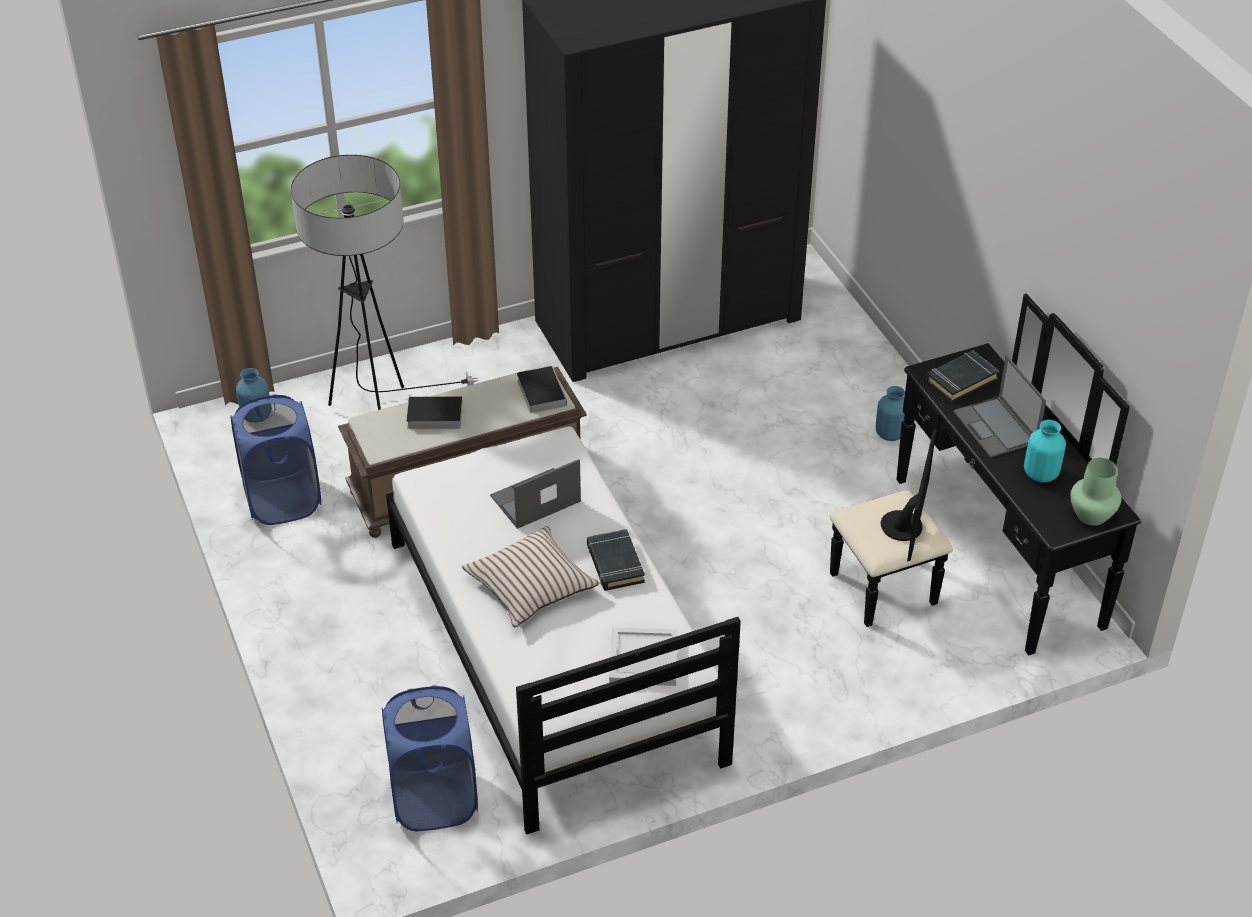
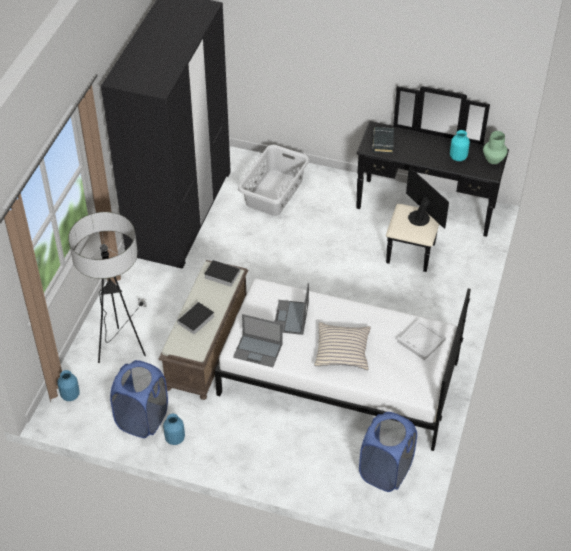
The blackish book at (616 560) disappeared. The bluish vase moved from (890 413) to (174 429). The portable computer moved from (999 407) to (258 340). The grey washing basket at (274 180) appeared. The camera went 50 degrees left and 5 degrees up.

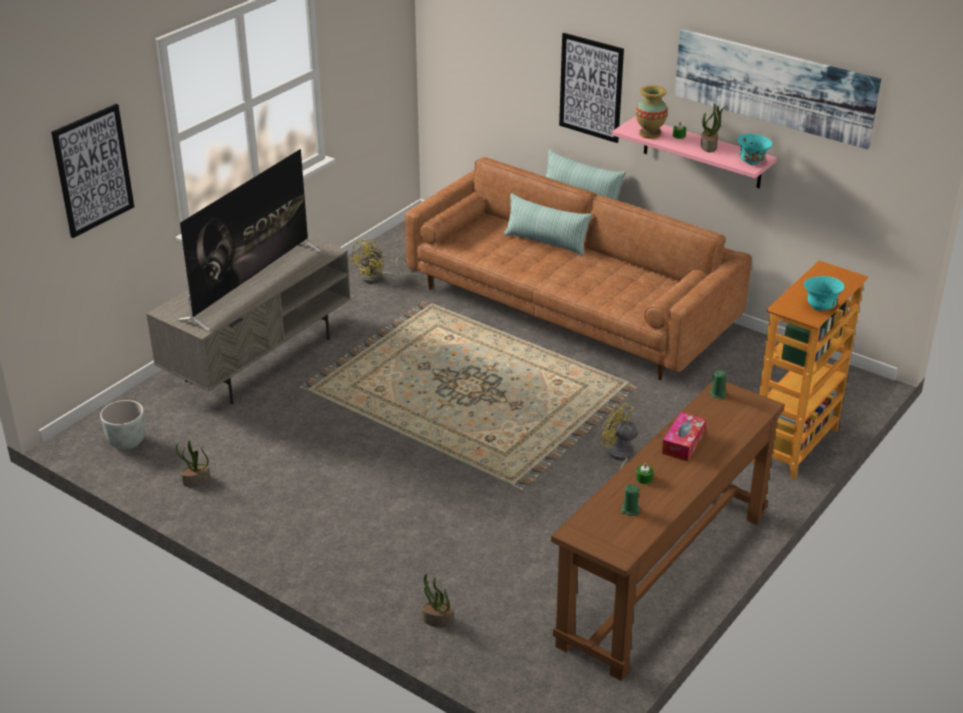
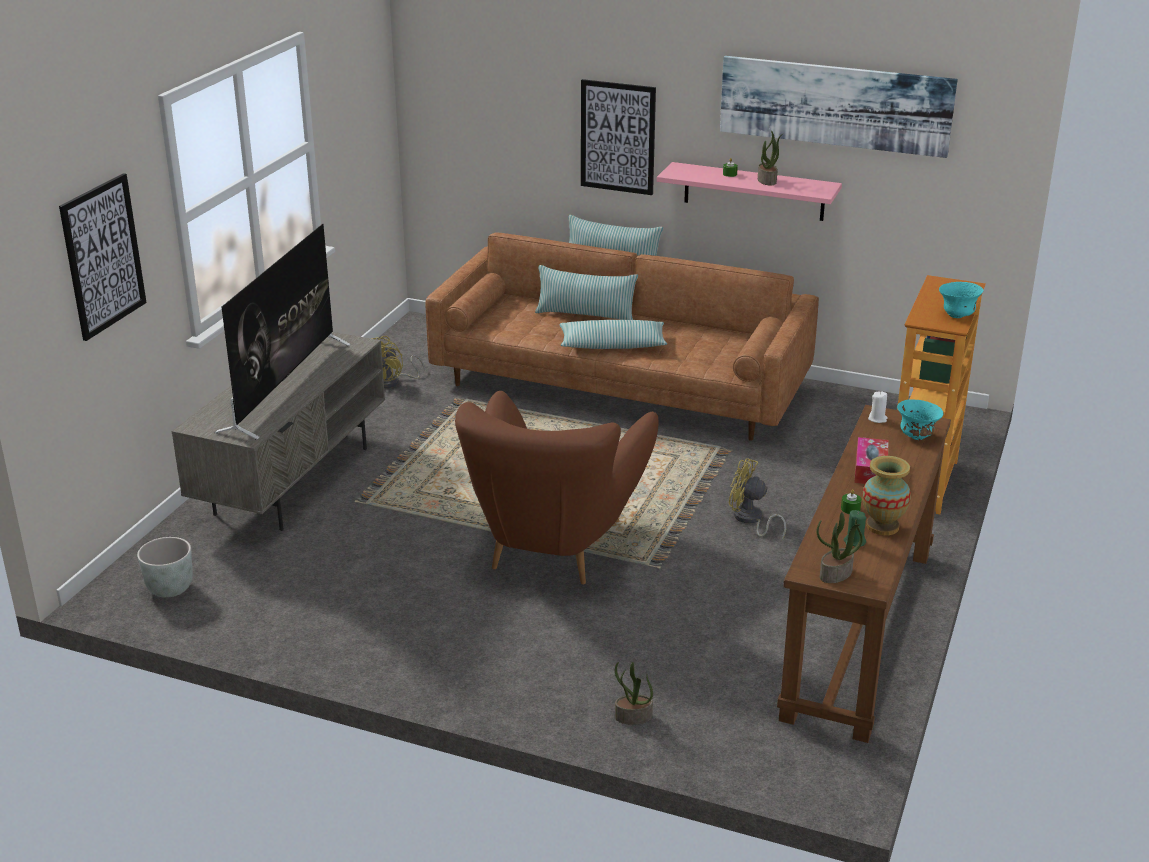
The houseplant moved from (193 463) to (839 547). The vase moved from (652 112) to (886 495). The greenish wax light at (718 384) became the whitish wax light at (878 407). The turquoise bowl moved from (754 149) to (920 419). The brown-coloured armchair at (557 488) appeared. The cushion at (613 334) appeared. The camera went 15 degrees left and 5 degrees down.

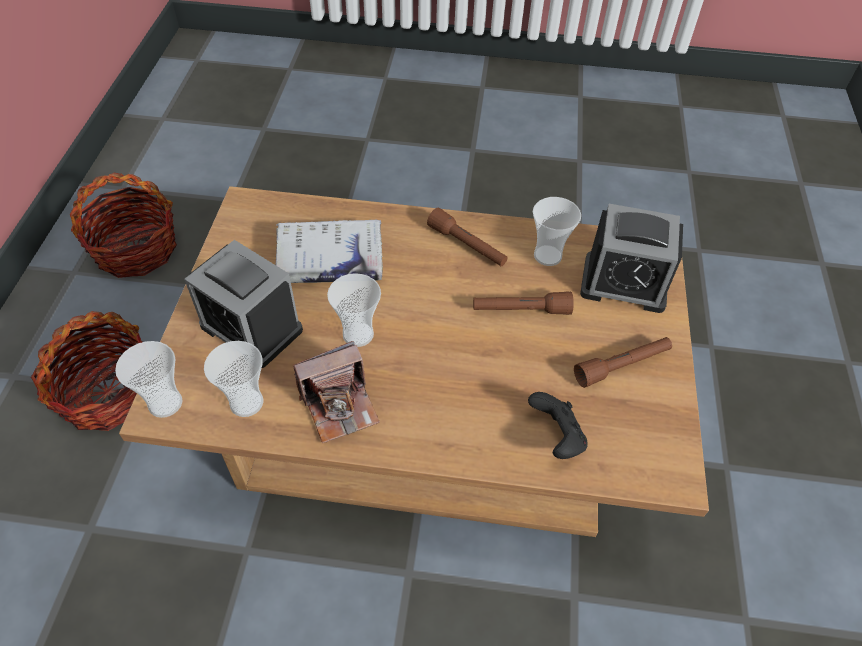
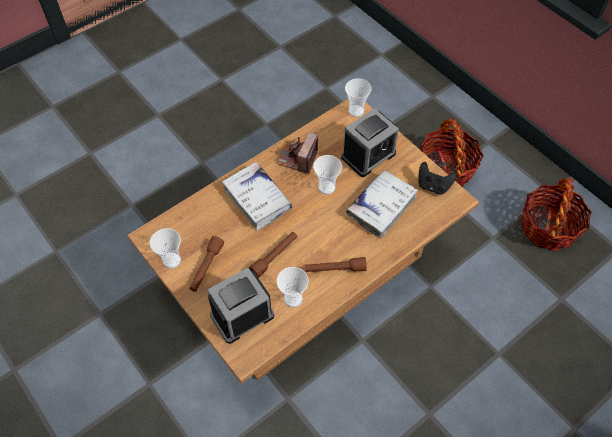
The bedside clock at (243 304) turned 150 degrees clockwise. The cup moved from (233 379) to (165 248). The blackish game controller moved from (558 425) to (438 178). The whitish book at (257 196) appeared. The camera went 135 degrees right and 5 degrees up.

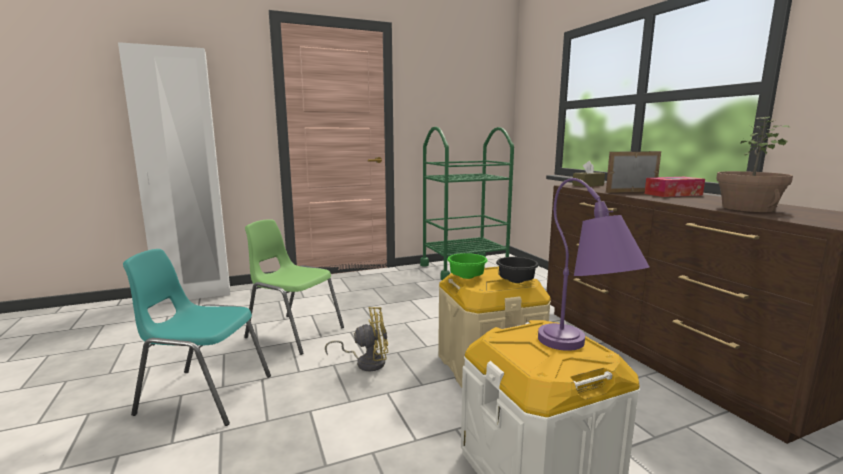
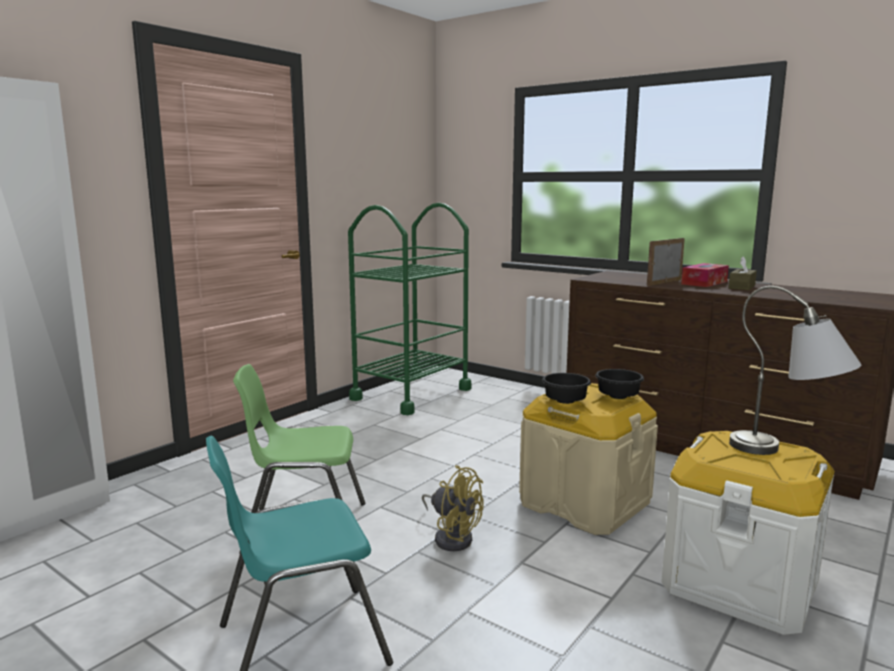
The yellow cooling fan at (356 339) turned 75 degrees clockwise. The greenish bowl at (467 266) became the blackish bowl at (566 388). The purplish table lamp at (593 264) became the grey table lamp at (795 370). The brown-coloured tissue box moved from (588 174) to (742 273). The houseplant at (754 164) disappeared. The camera went 30 degrees left and 0 degrees up.

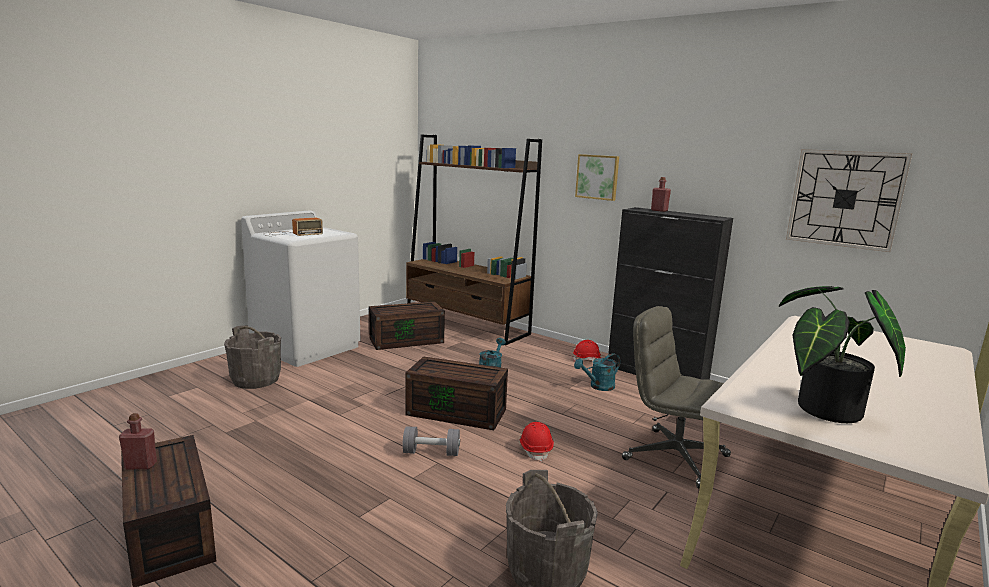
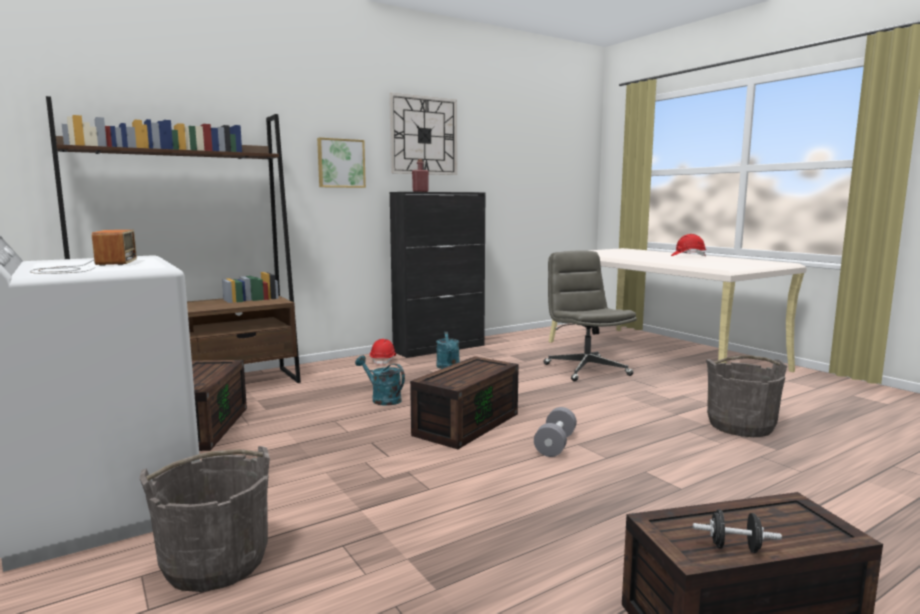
The red beverage bottle at (138 441) was replaced by the blackish hand weight at (737 531). The red safety helmet moved from (537 442) to (688 245). The grey desk chair at (676 397) turned 105 degrees clockwise. The houseplant at (842 354) disappeared. The wall clock moved from (849 200) to (423 134). The camera went 70 degrees left and 5 degrees down.

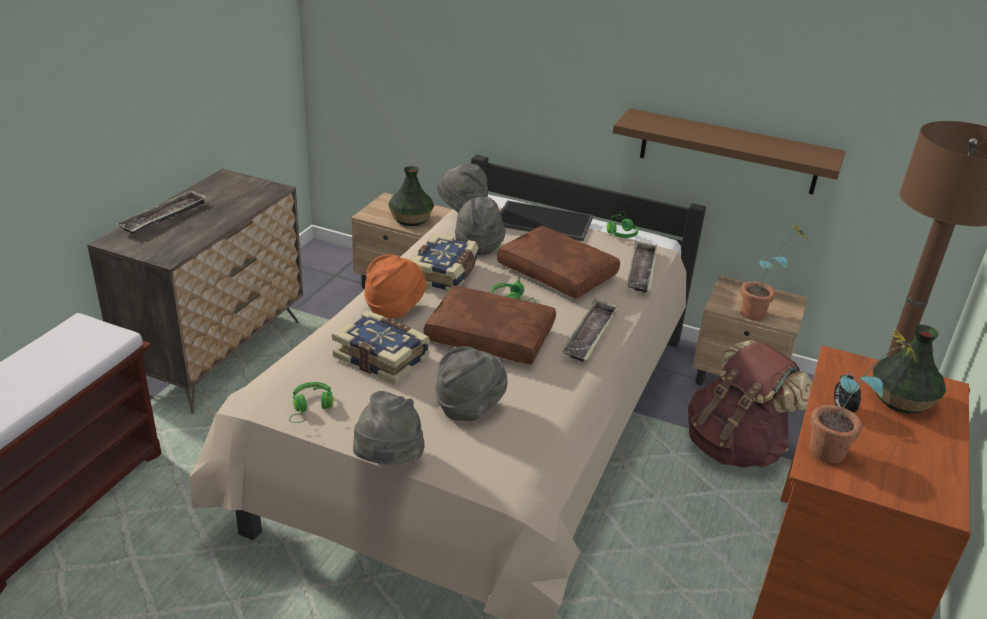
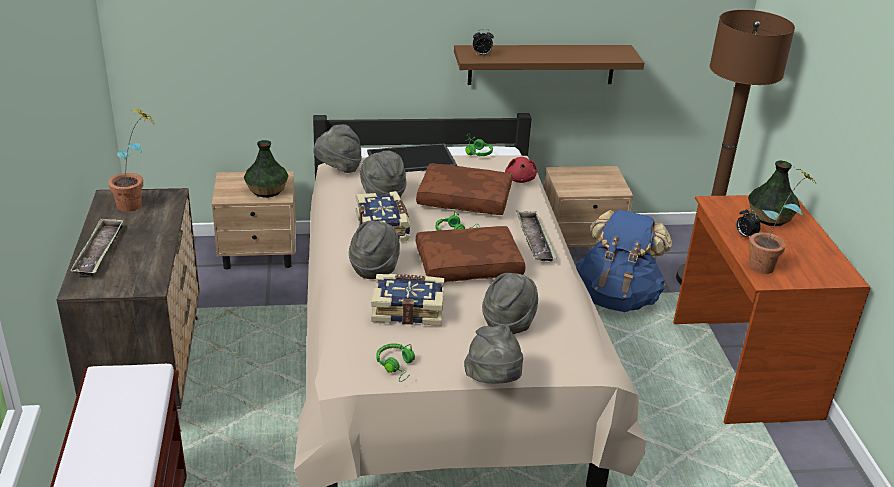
The orangey wearable hat at (395 286) became the grey wearable hat at (374 250). The tray at (642 266) was replaced by the red plush toy at (521 170). The brown-coloured knapsack at (750 404) became the bluish knapsack at (624 261). The houseplant moved from (774 271) to (131 160). The bedside clock at (483 42) appeared. The camera went 30 degrees left and 0 degrees up.

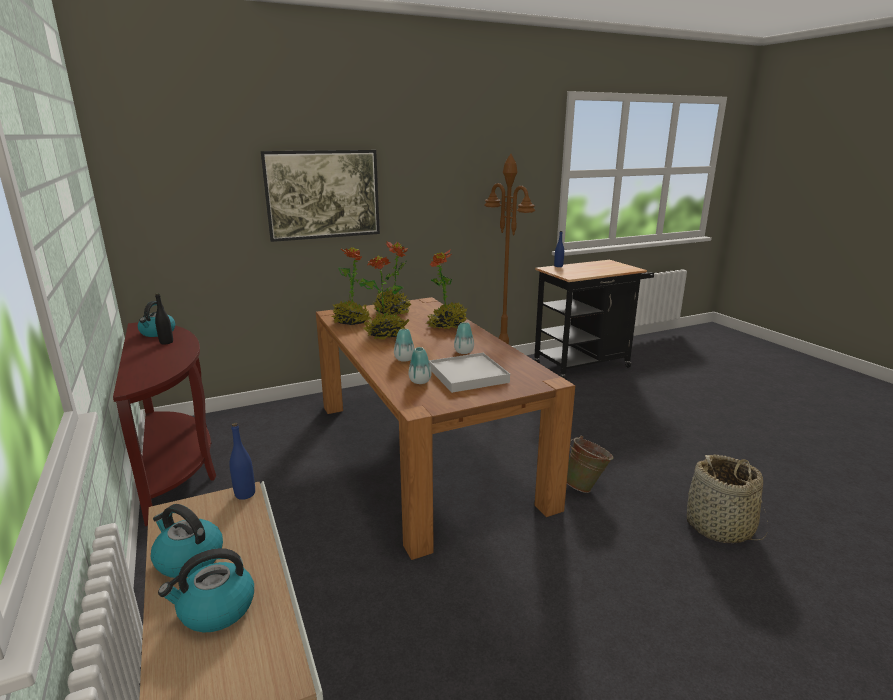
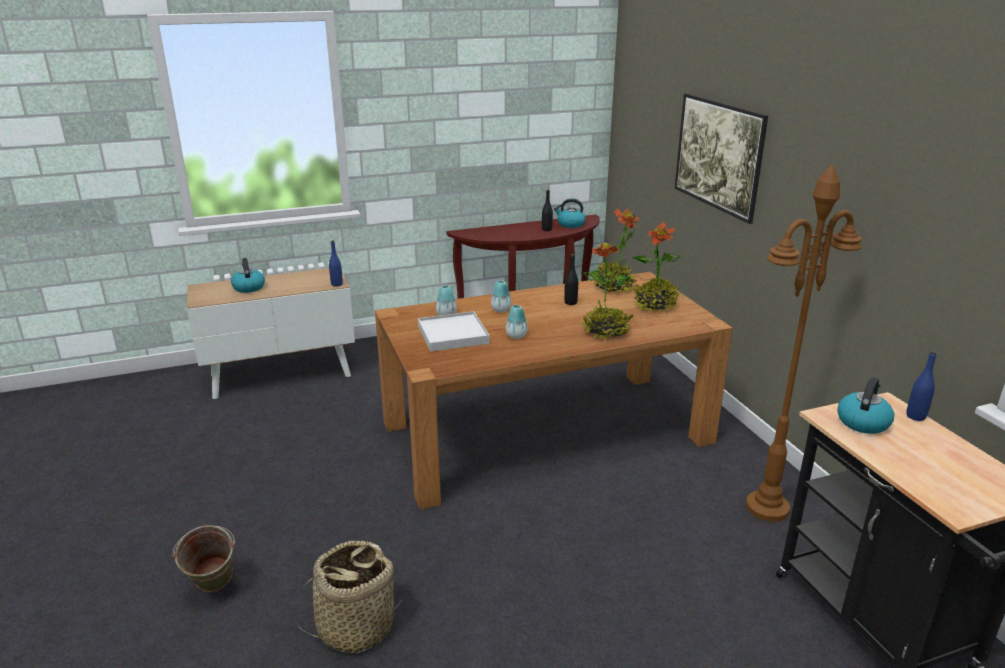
The water kettle moved from (187 541) to (865 405). The houseplant at (385 298) was replaced by the blackish beverage bottle at (571 279). The greenish bucket moved from (590 464) to (203 558). The camera went 95 degrees right and 5 degrees up.

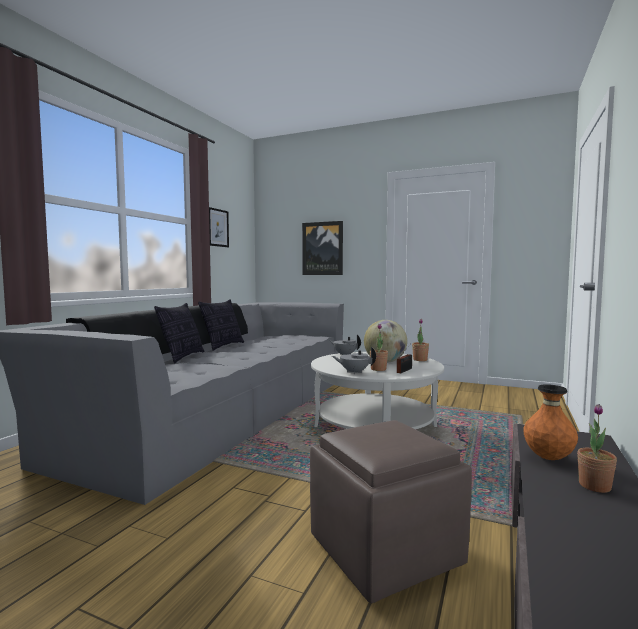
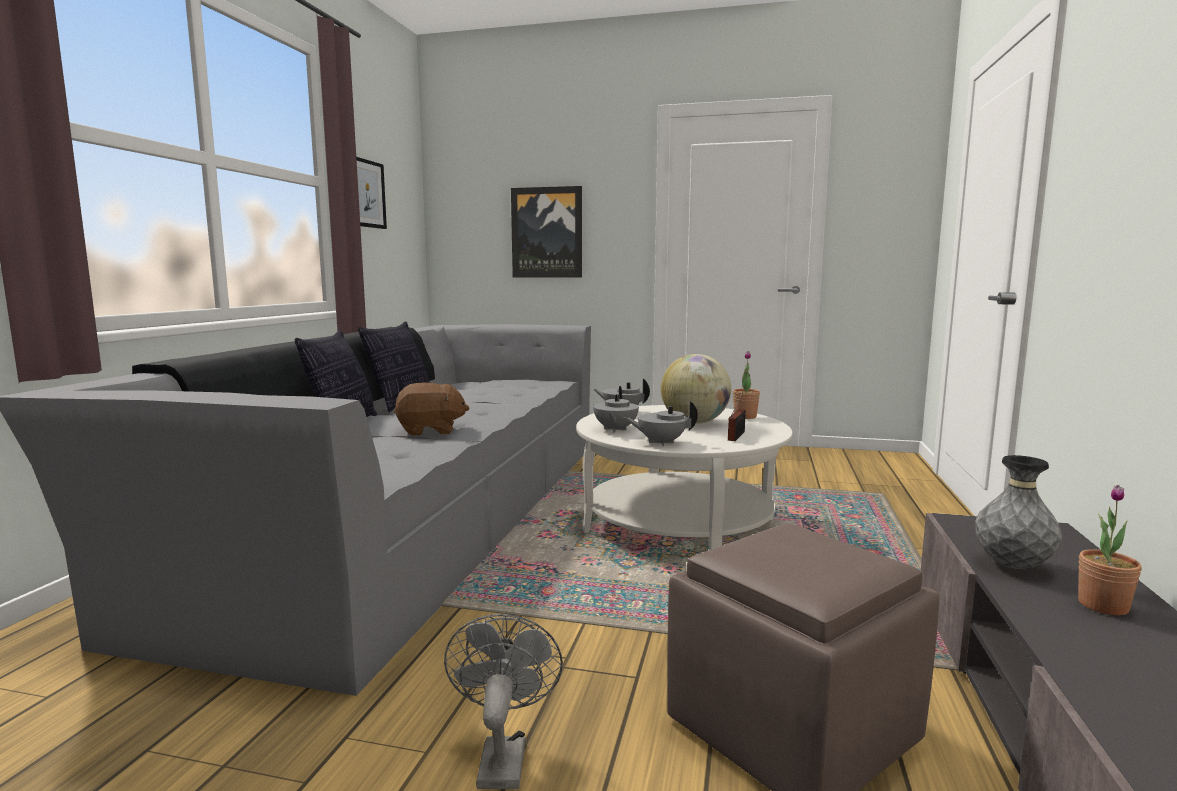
The houseplant at (379 347) disappeared. The orangey vase at (550 422) became the grey vase at (1019 512). The brown-coloured plush toy at (432 409) appeared. The grey cooling fan at (503 701) appeared. The grey teapot at (616 409) appeared. The camera went 10 degrees left and 5 degrees up.

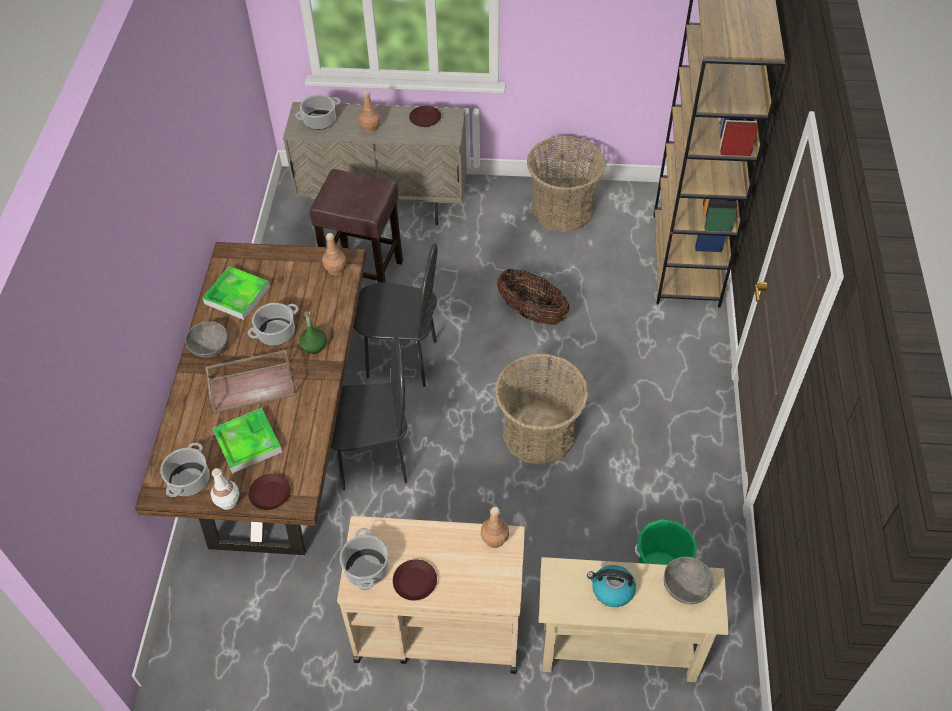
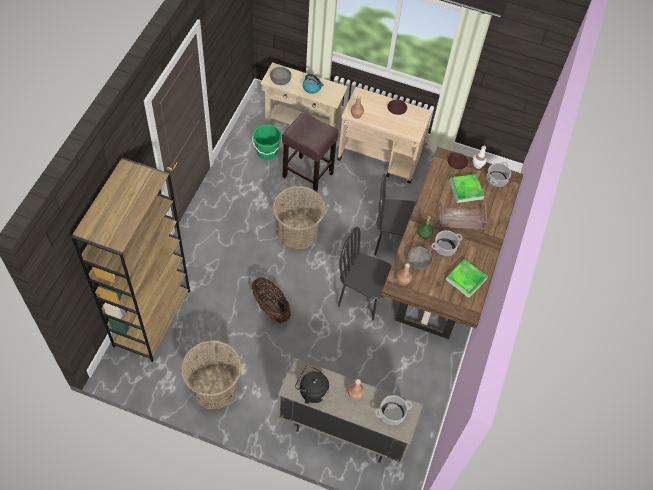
The grey bowl moved from (206 339) to (420 258). The brown-coloured stool moved from (356 226) to (310 152). The stockpot at (364 559) disappeared. The brown-coloured plate at (425 116) was replaced by the blackish water kettle at (312 384). The camera went 170 degrees left and 5 degrees up.

